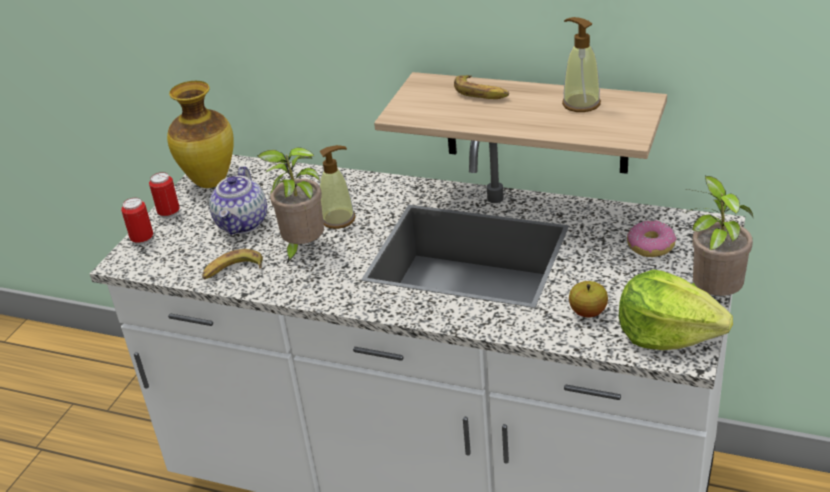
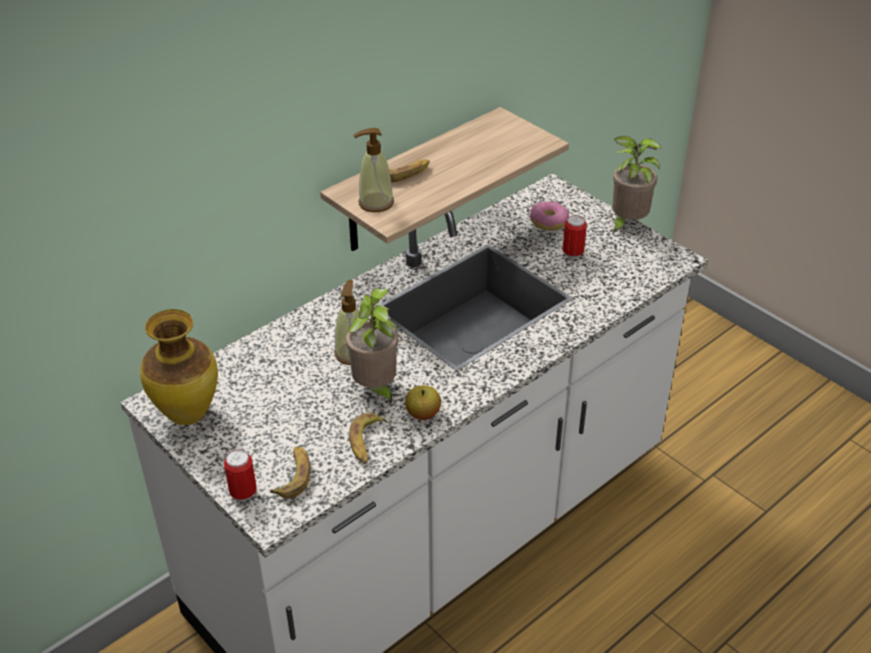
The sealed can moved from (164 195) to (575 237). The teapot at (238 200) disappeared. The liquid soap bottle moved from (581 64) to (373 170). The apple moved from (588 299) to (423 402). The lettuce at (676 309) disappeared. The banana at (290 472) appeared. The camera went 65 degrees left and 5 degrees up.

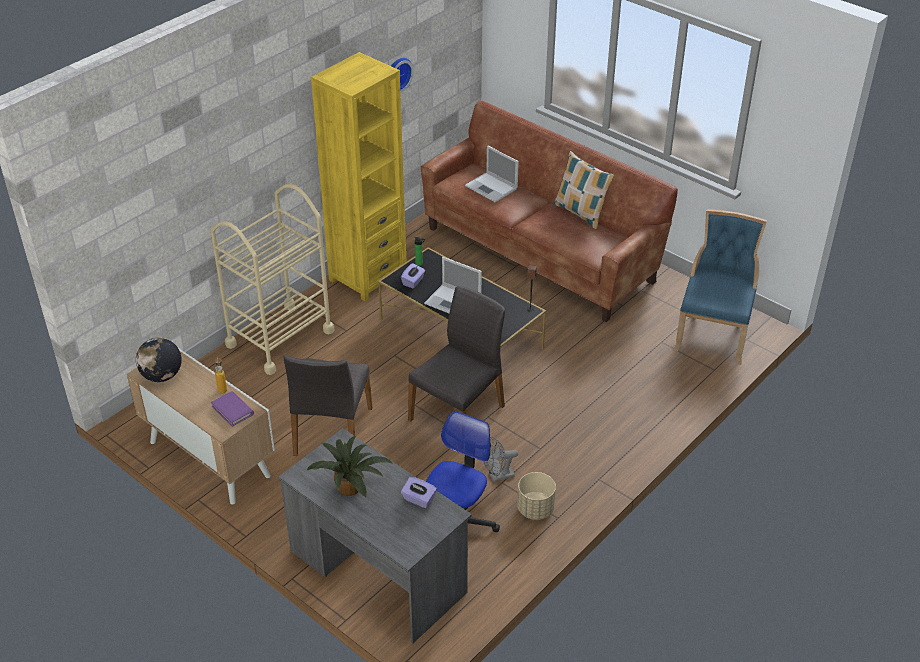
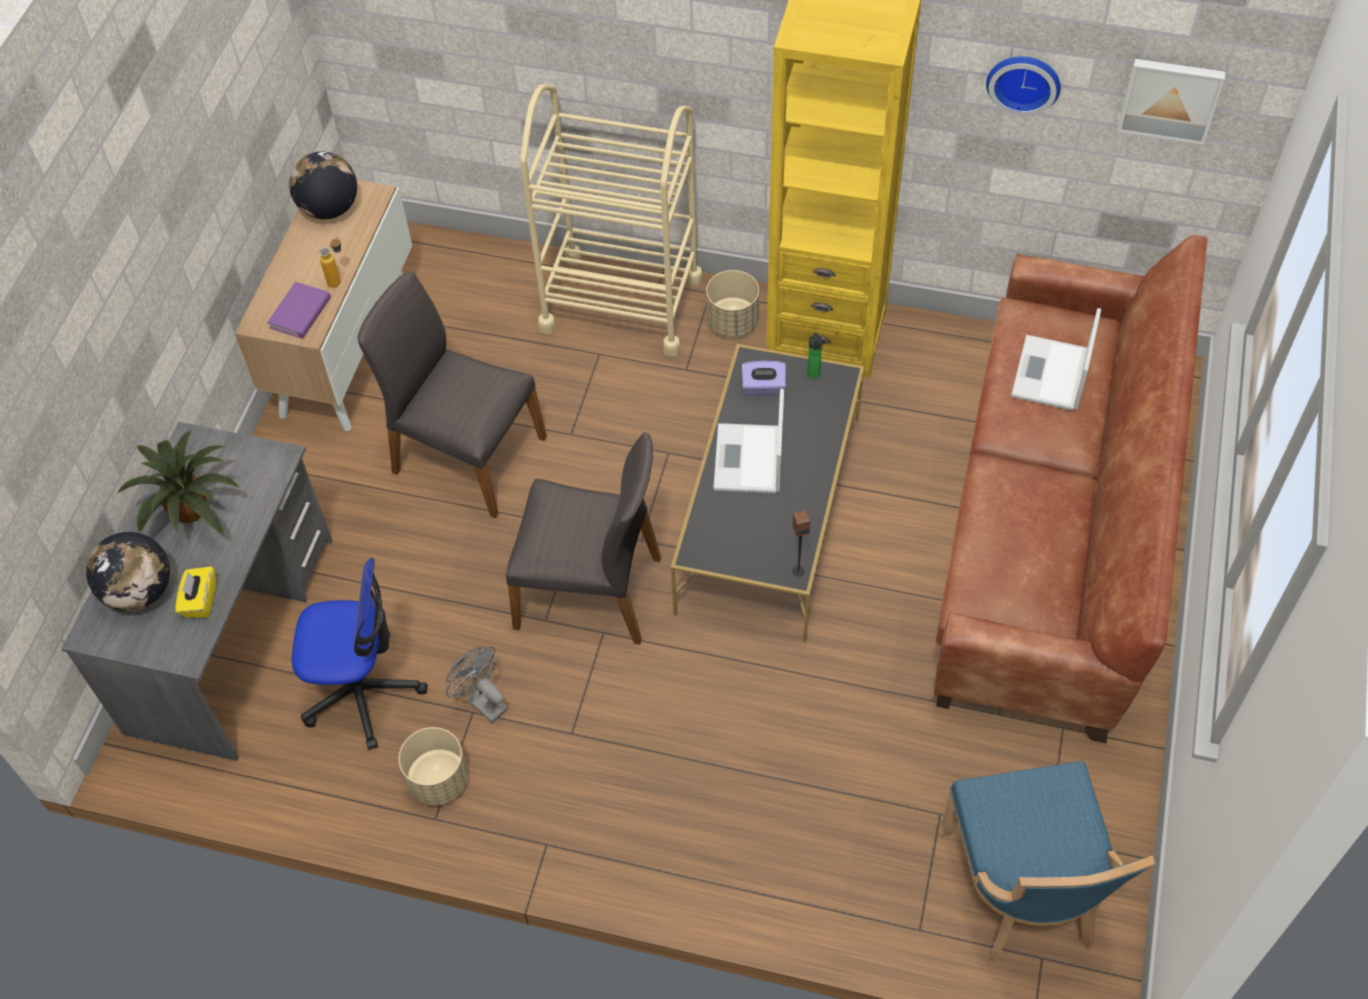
The grey upright chair at (327 405) turned 45 degrees clockwise. The purplish tissue box at (419 492) became the yellow tissue box at (195 592). The cushion at (583 190) disappeared. The bluish upright chair at (720 287) turned 90 degrees clockwise. The globe at (128 571) appeared. The beige plant pot at (732 303) appeared. The picture at (1171 102) appeared. The camera went 65 degrees right and 15 degrees up.

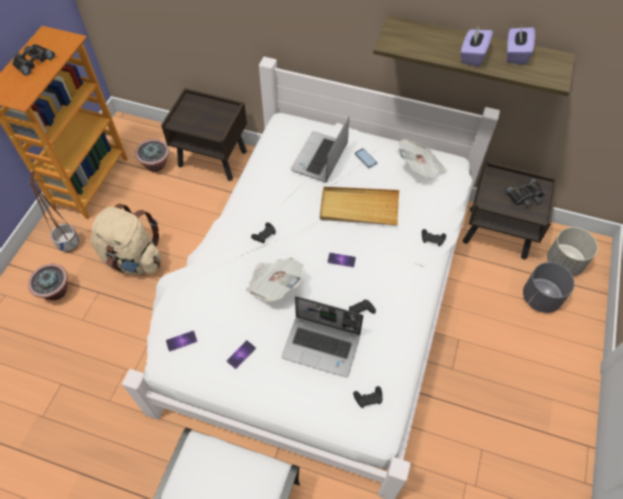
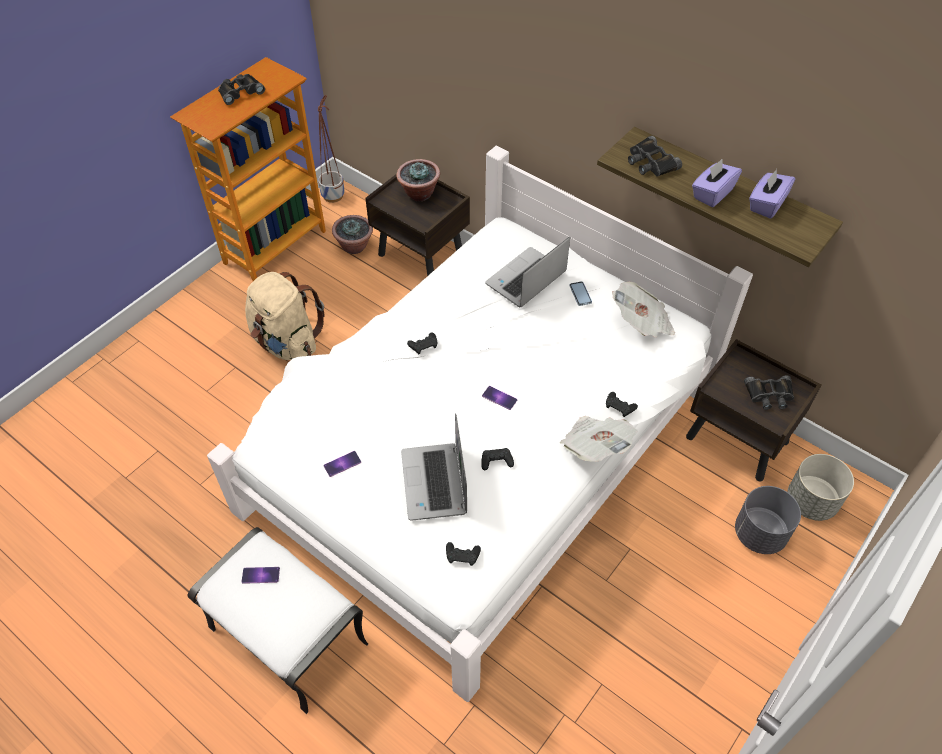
The houseplant moved from (48 282) to (418 180). The plant pot moved from (54 211) to (331 149). The handset moved from (181 341) to (261 575). The daily paper moved from (274 279) to (599 439). The portable computer at (322 336) turned 45 degrees clockwise. The beige tray at (360 206) disappeared. The blackish binoculars at (655 156) appeared. The camera went 20 degrees right and 5 degrees down.

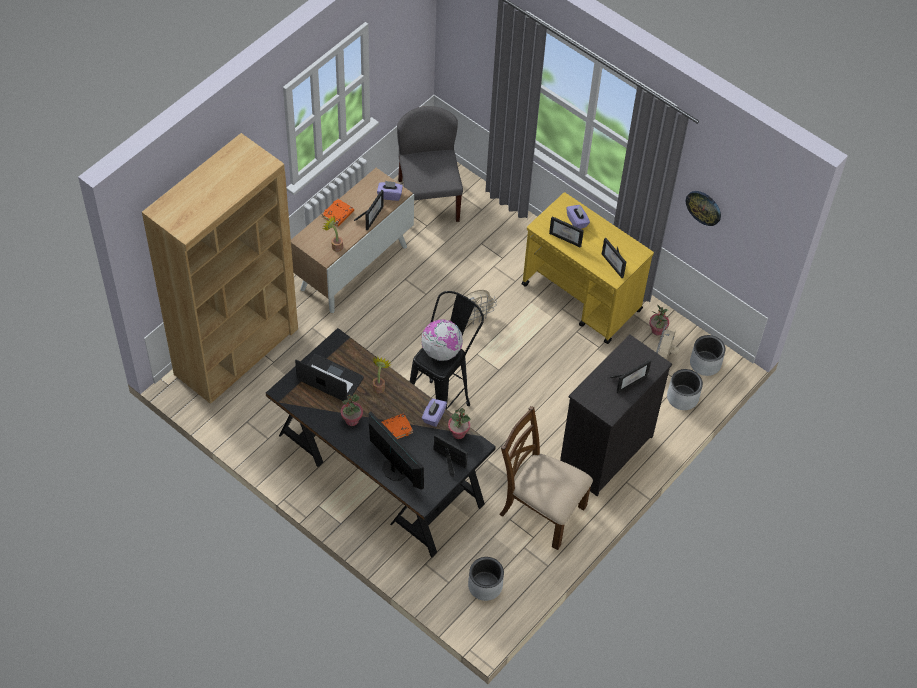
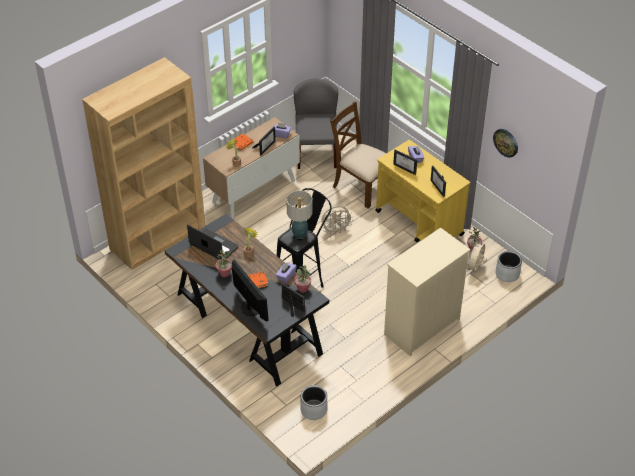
The globe at (442 340) was replaced by the table lamp at (299 214). The brown-coloured upright chair moved from (546 478) to (358 155). The blackish chest of drawers at (616 415) became the beige chest of drawers at (427 292). The photo frame at (630 377) disappeared. The grey plant pot at (685 389) disappeared. The camera went 10 degrees right and 10 degrees down.

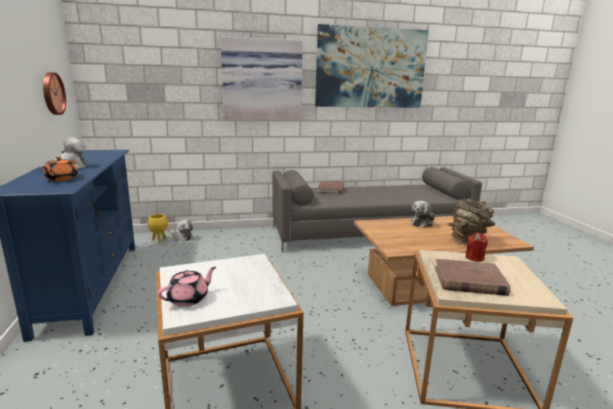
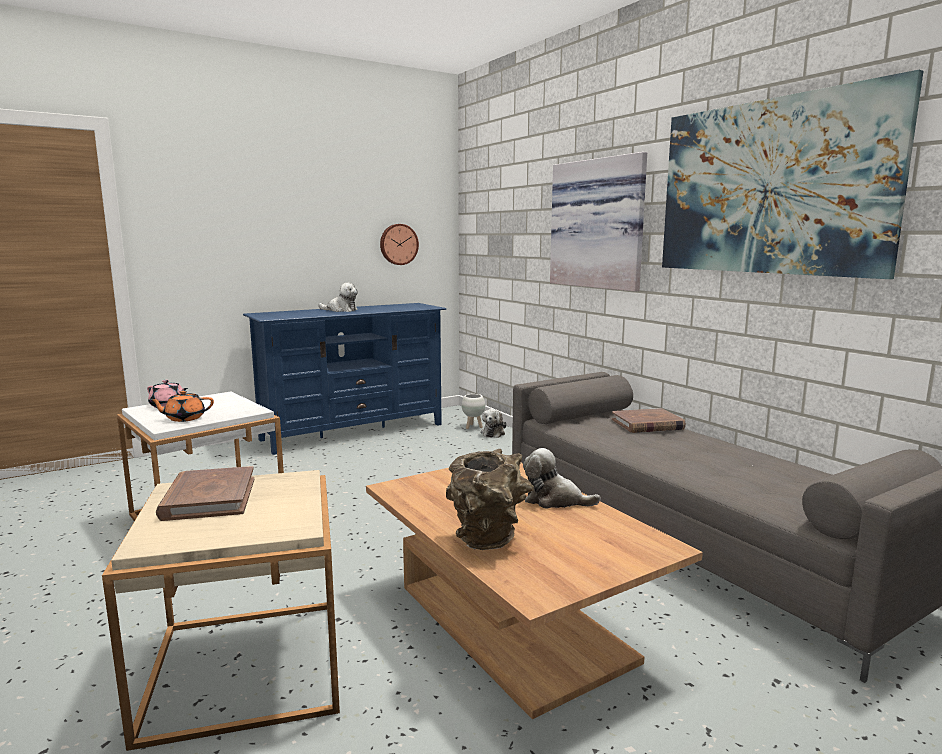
The orangey teapot moved from (60 169) to (181 406). The yellow plant pot at (158 228) became the whitish plant pot at (473 411). The red wax light at (476 247) disappeared. The camera went 70 degrees right and 5 degrees down.

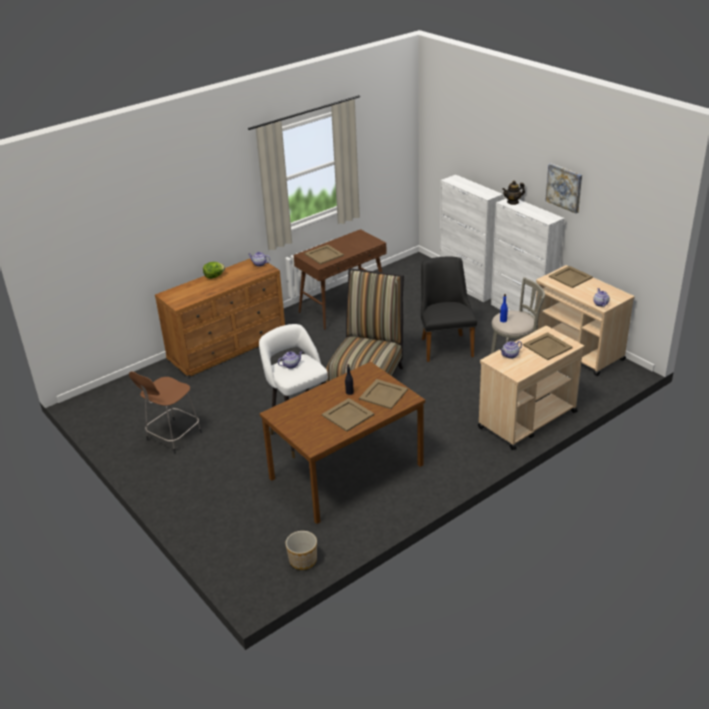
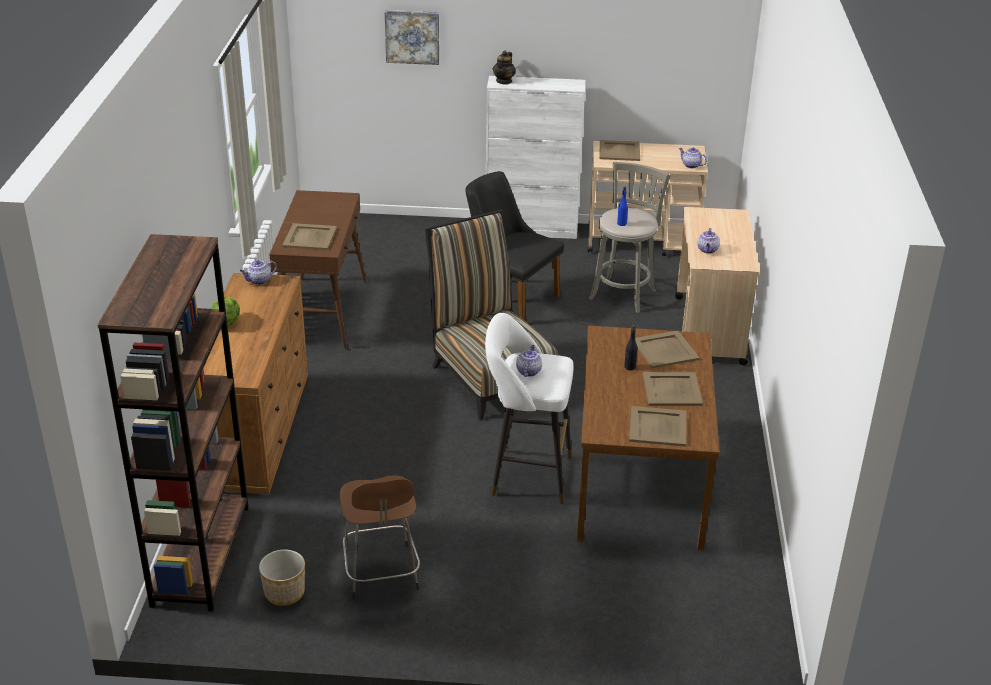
The plant pot moved from (301 550) to (282 578). The whitish cupboard at (471 238) disappeared. The beige tray moved from (547 346) to (657 426). The picture moved from (563 188) to (412 37). The brown-coloured bookshelf at (173 423) appeared. The camera went 50 degrees left and 0 degrees up.

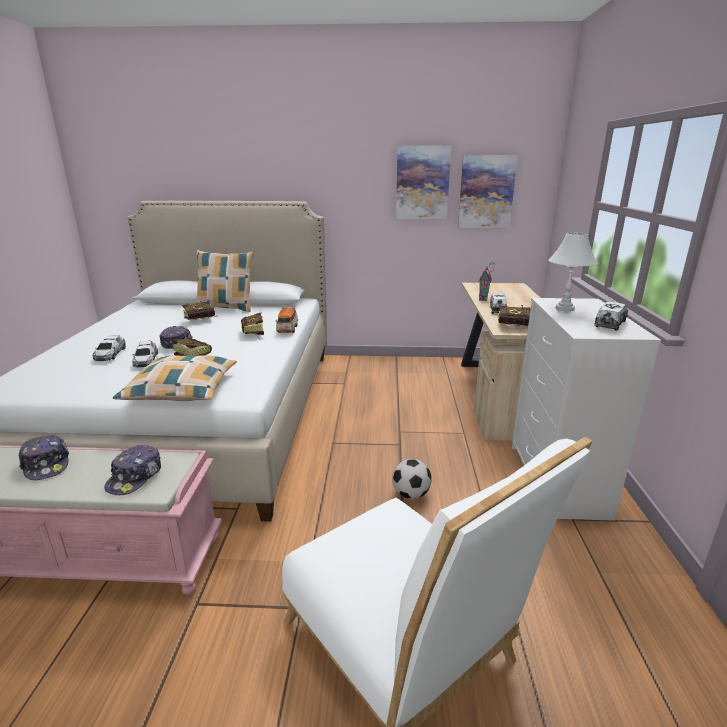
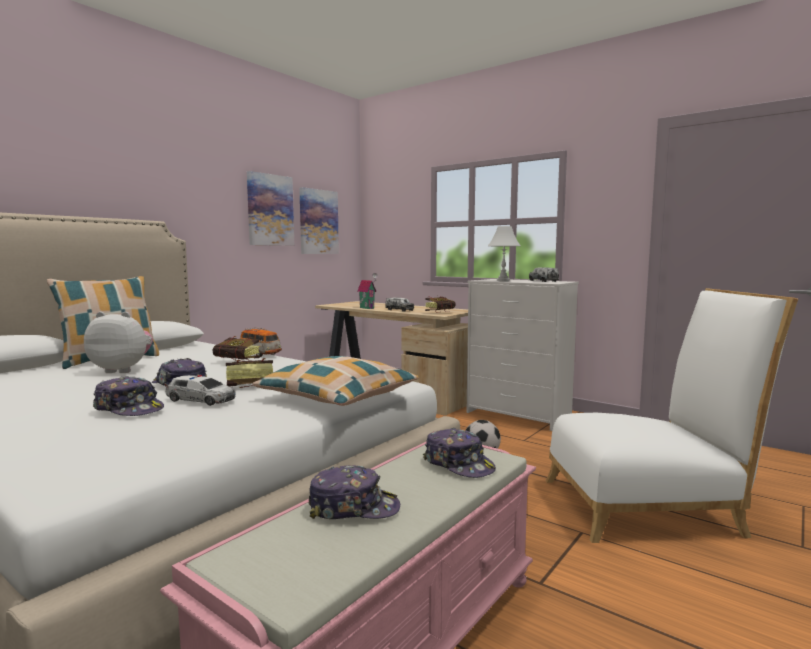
The miniature car at (109 348) was replaced by the cap at (128 396). The book at (199 310) was replaced by the plush toy at (118 342). The camera went 55 degrees left and 15 degrees down.

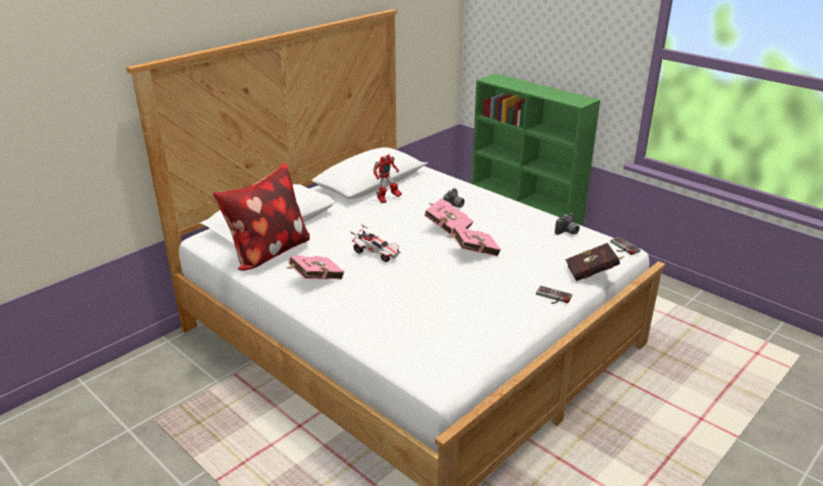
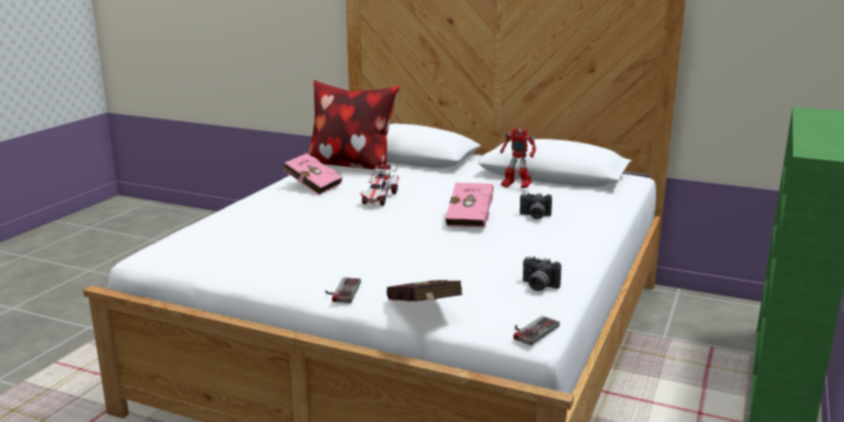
The pink book at (474 241) disappeared. The camera went 70 degrees right and 10 degrees down.

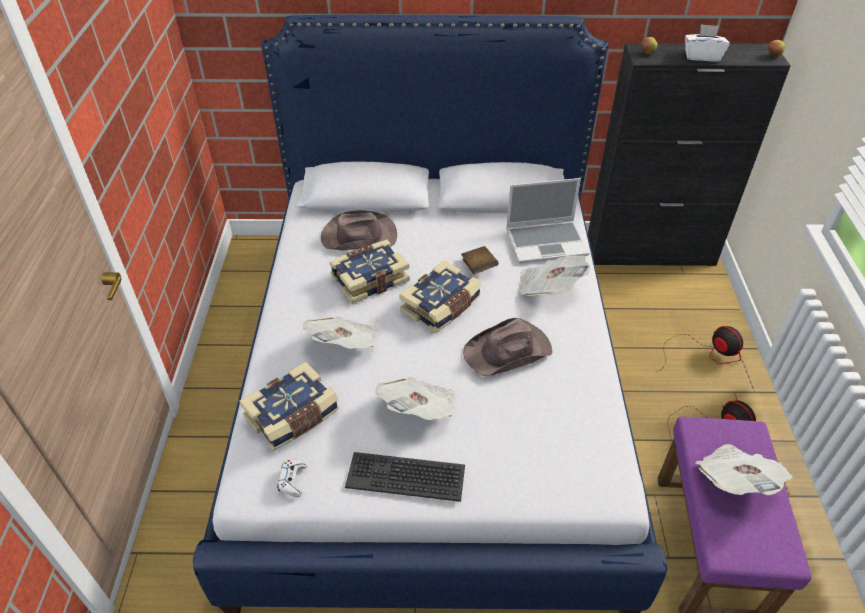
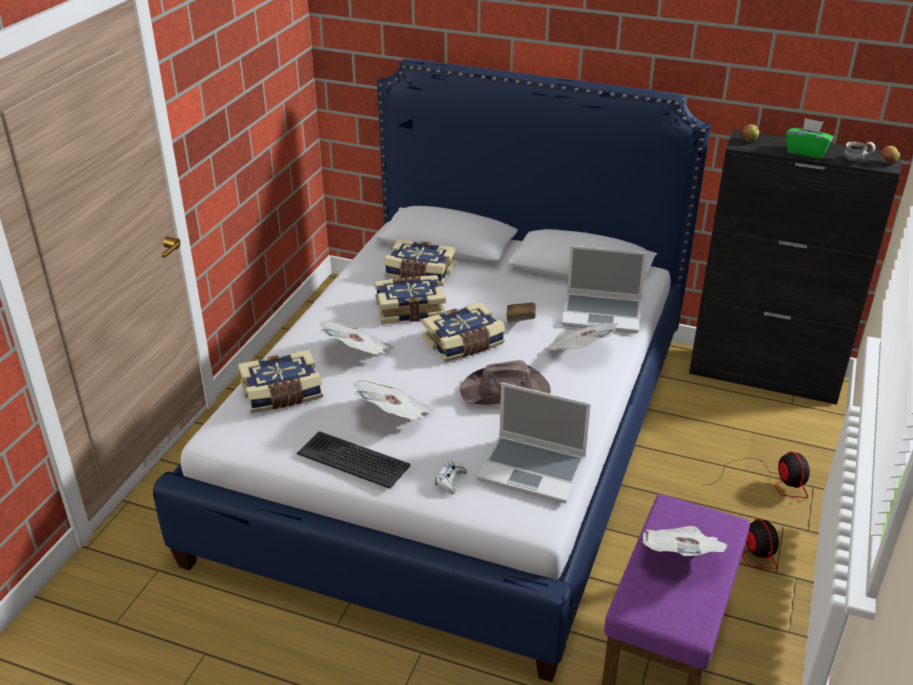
The whitish game controller moved from (292 478) to (451 477). The brown-coloured wearable hat at (359 230) was replaced by the book at (420 262). The whitish tissue box at (707 43) became the greenish tissue box at (810 138). The portable computer at (534 443) appeared. The mug at (859 152) appeared. The camera went 20 degrees right and 10 degrees down.

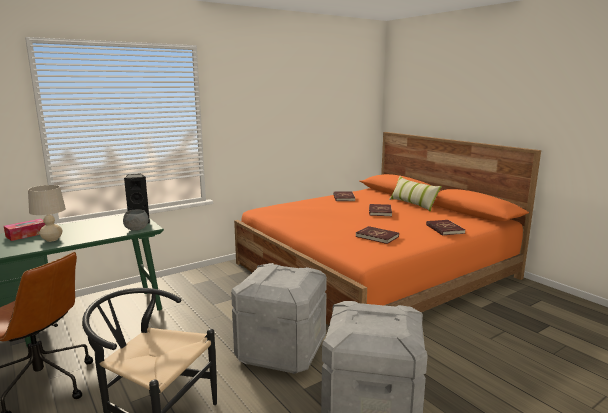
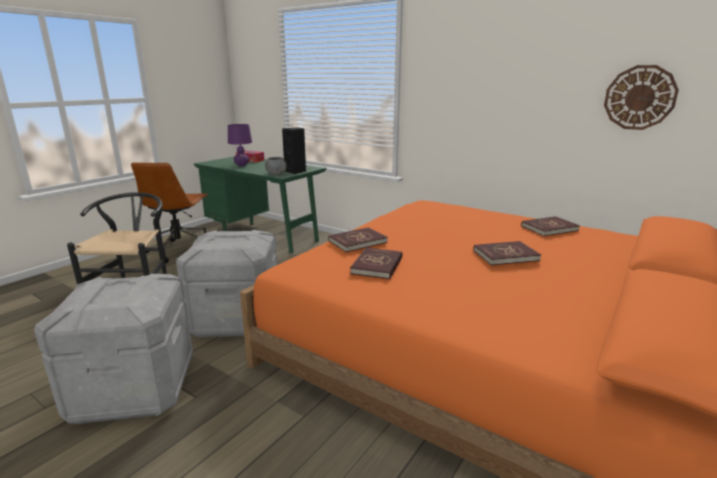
The beige table lamp at (47 213) became the purplish table lamp at (240 145). The cushion at (415 194) disappeared. The red book moved from (445 228) to (358 239). The wall clock at (641 97) appeared. The camera went 70 degrees right and 5 degrees up.

